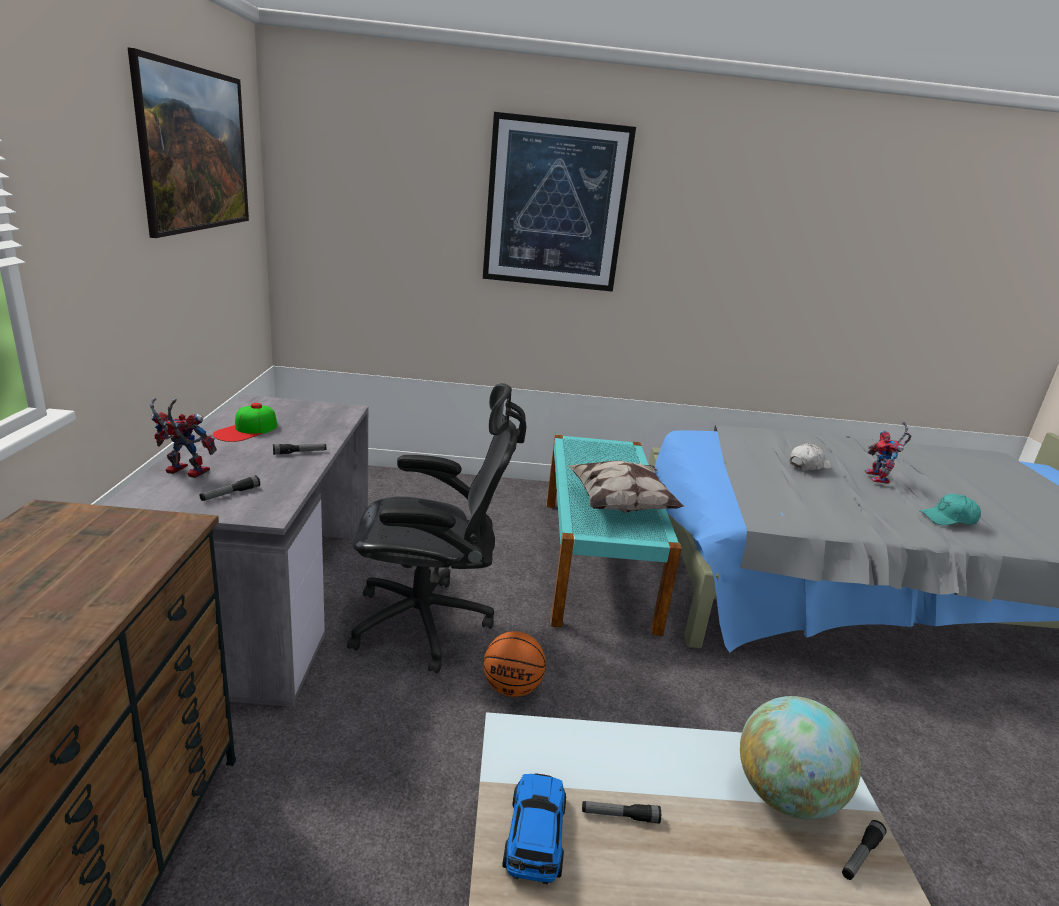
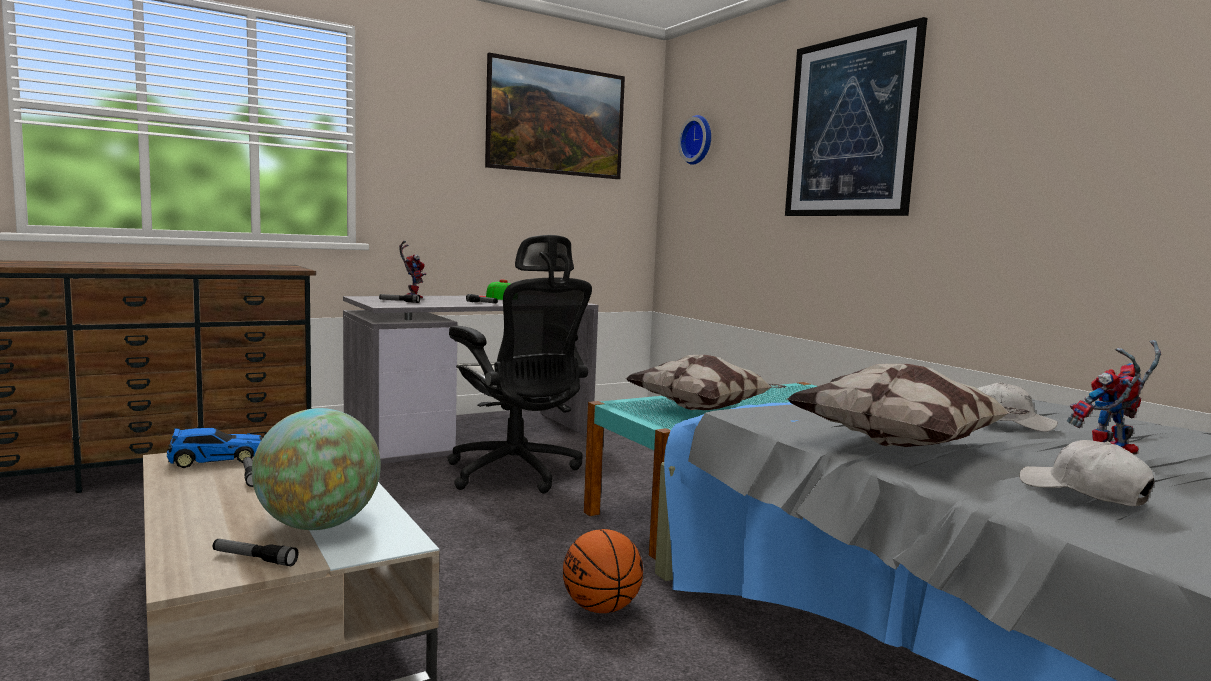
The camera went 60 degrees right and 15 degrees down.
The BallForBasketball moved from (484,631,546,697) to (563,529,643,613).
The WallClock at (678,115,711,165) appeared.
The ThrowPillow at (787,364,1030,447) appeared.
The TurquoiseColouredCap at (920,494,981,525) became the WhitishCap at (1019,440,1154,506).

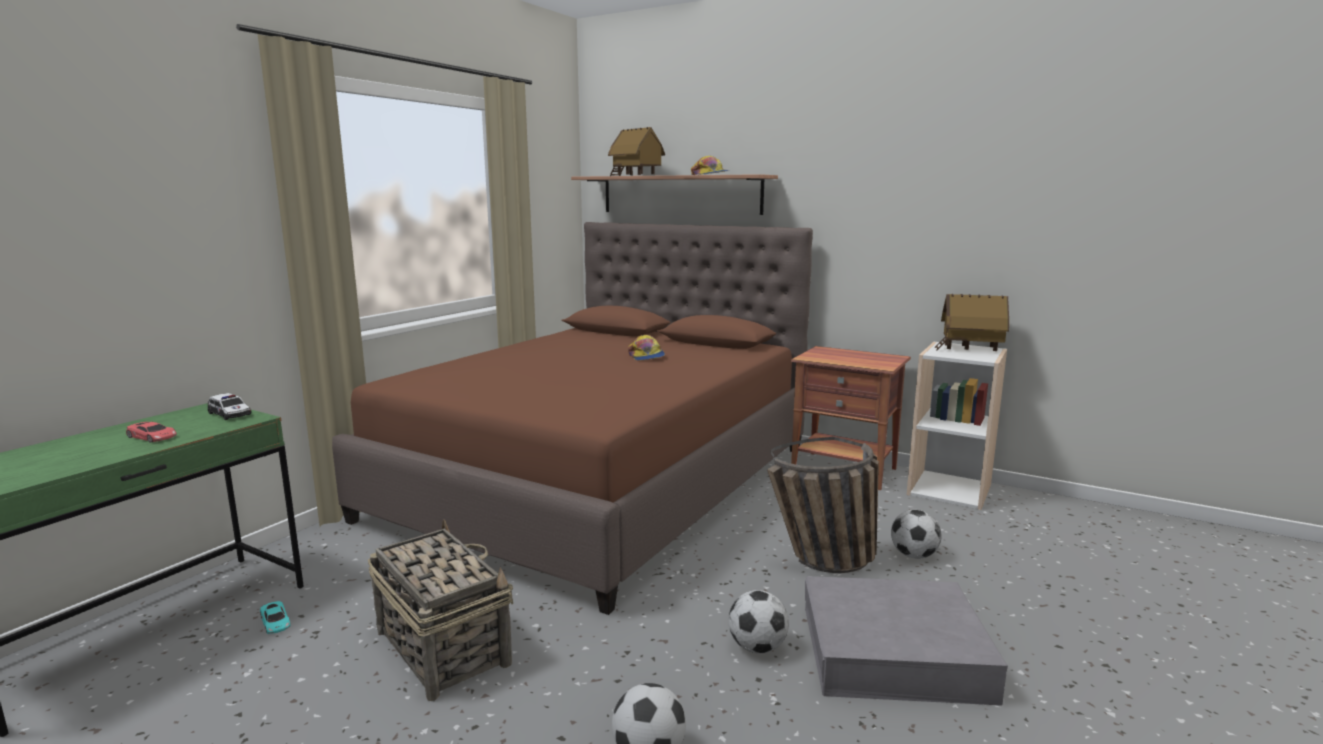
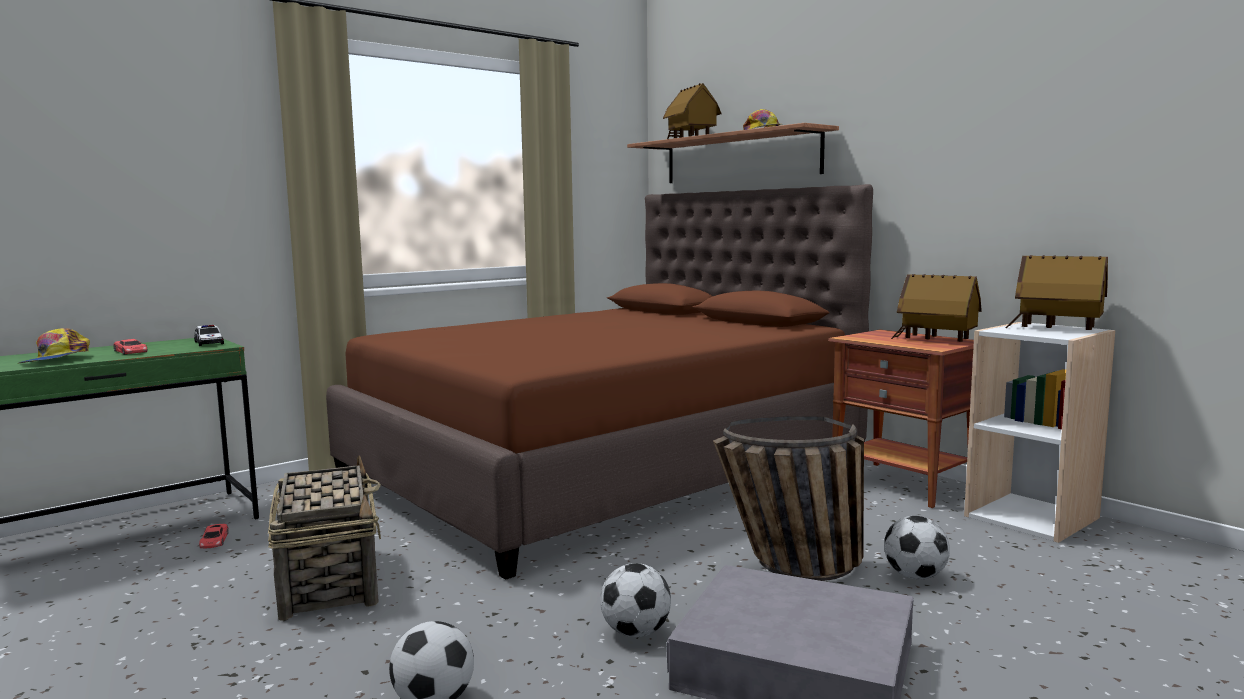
The camera went 20 degrees right and 5 degrees down.
The Cap moved from (628,335,665,361) to (19,328,90,363).
The TurquoiseColouredToyCar at (260,601,291,634) became the RedToyCar at (199,524,229,548).
The ModelHouse at (891,274,982,342) appeared.

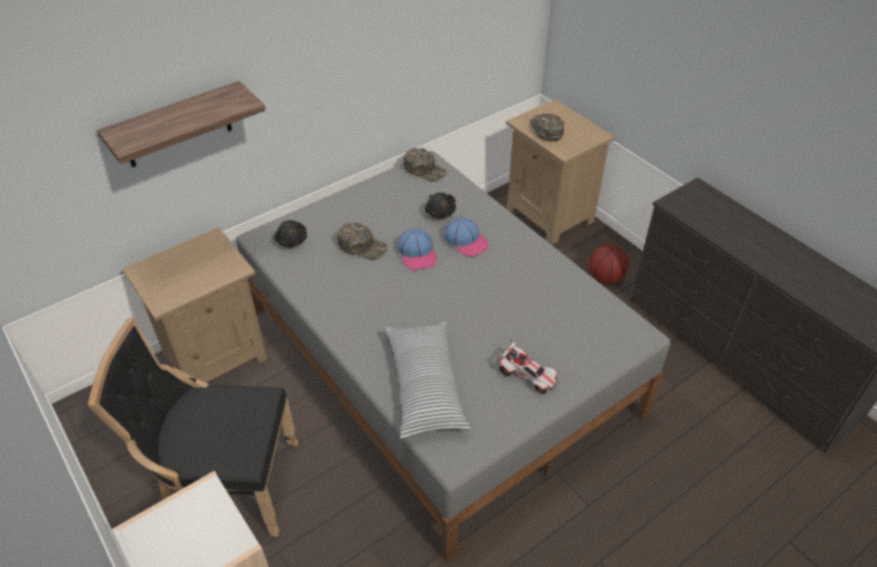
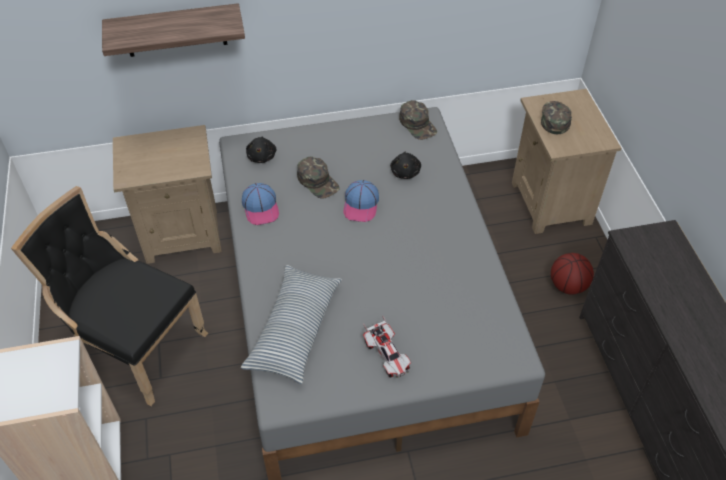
The camera went 25 degrees right and 5 degrees up.
The Cap moved from (444,217,489,257) to (242,183,279,225).

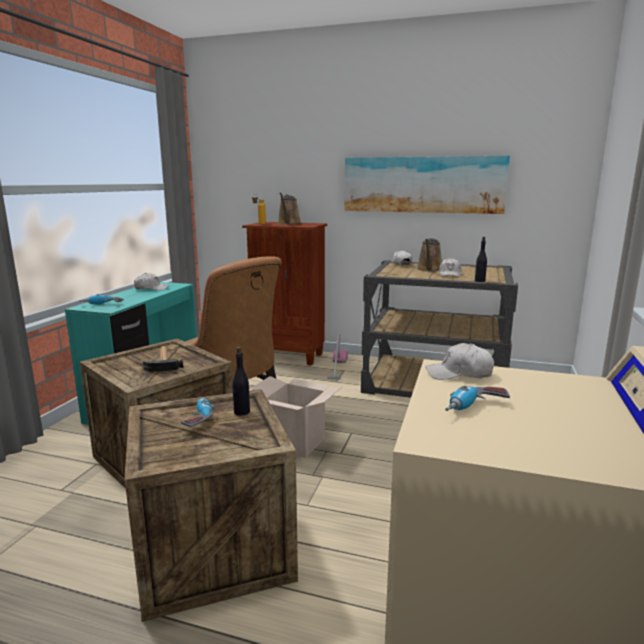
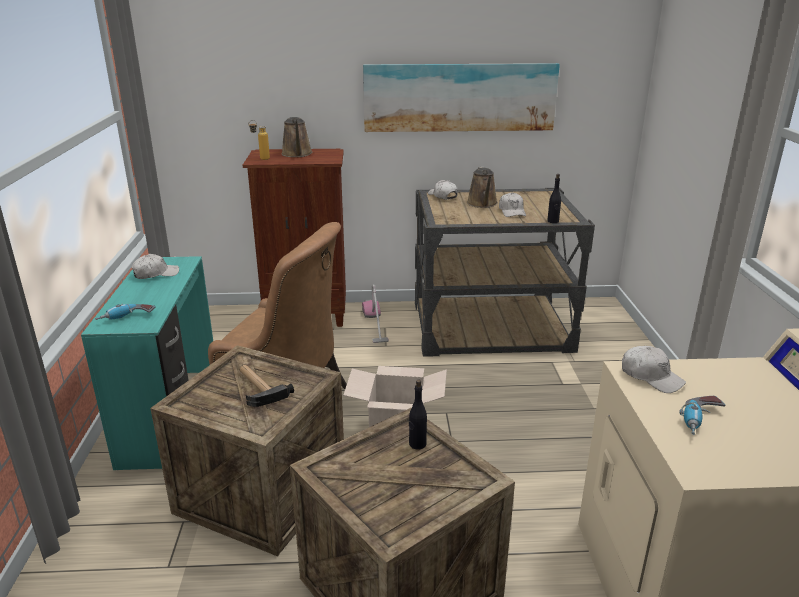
The camera went 20 degrees left and 10 degrees up.
The WhitishCap at (426,343,494,380) turned 120 degrees counterclockwise.
The ElectricDrill at (181,397,215,427) disappeared.

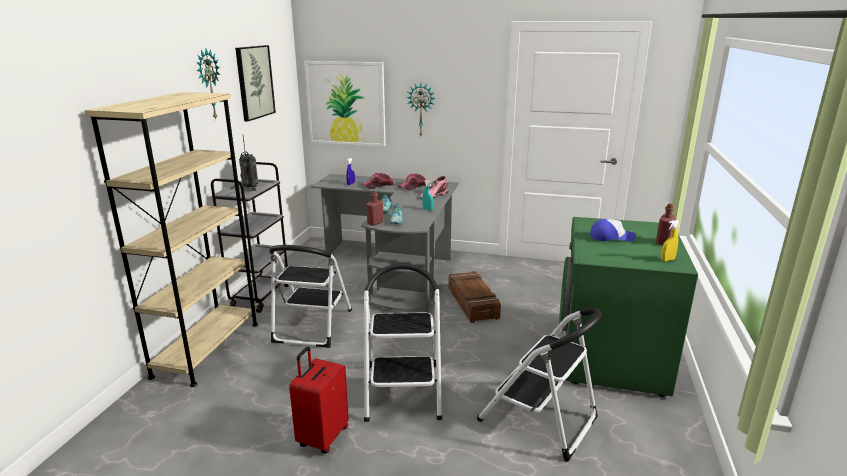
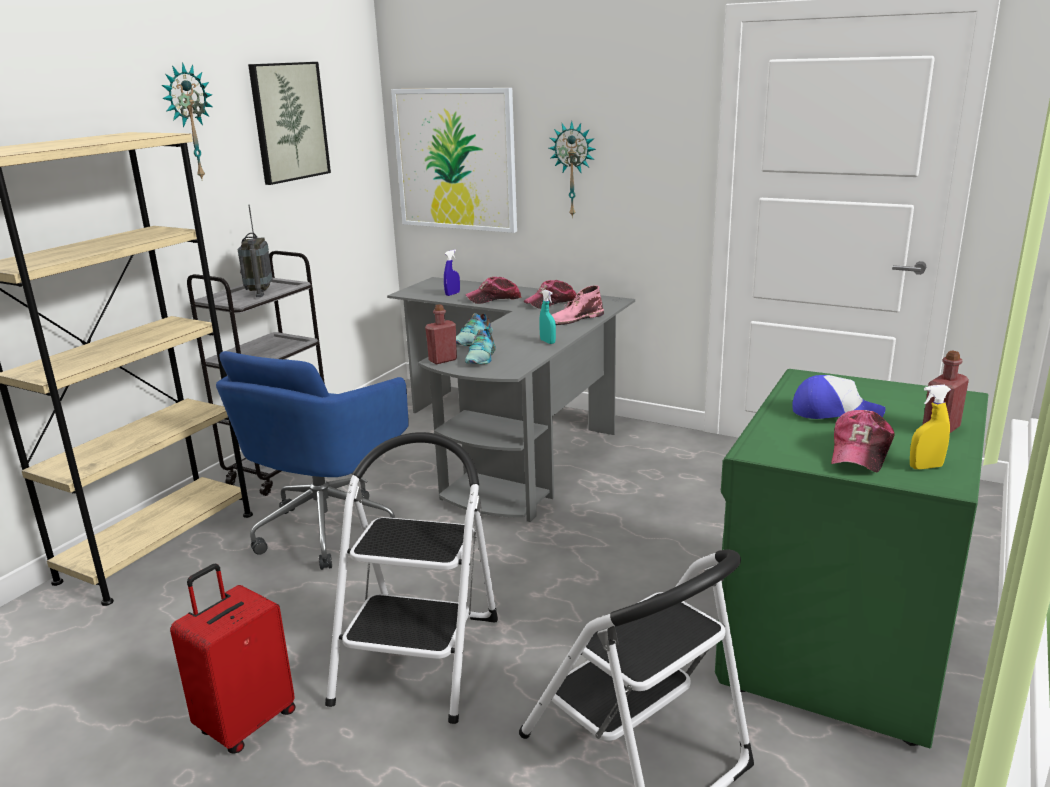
The camera went 15 degrees right and 0 degrees up.
The StepStool at (269,245,352,348) was replaced by the BlueColouredOfficeChair at (216,351,409,570).
The Cap at (831,410,894,472) appeared.
The ShippingCrate at (448,271,501,323) disappeared.

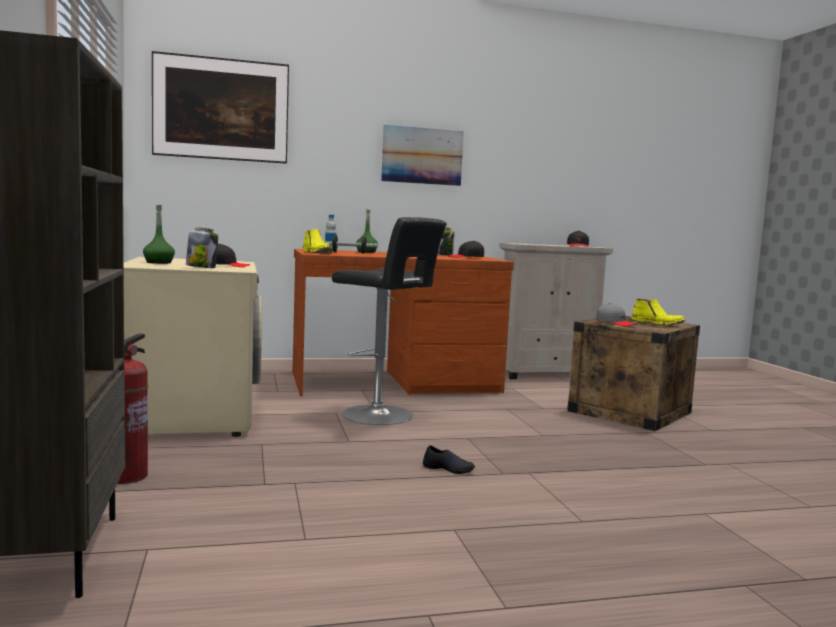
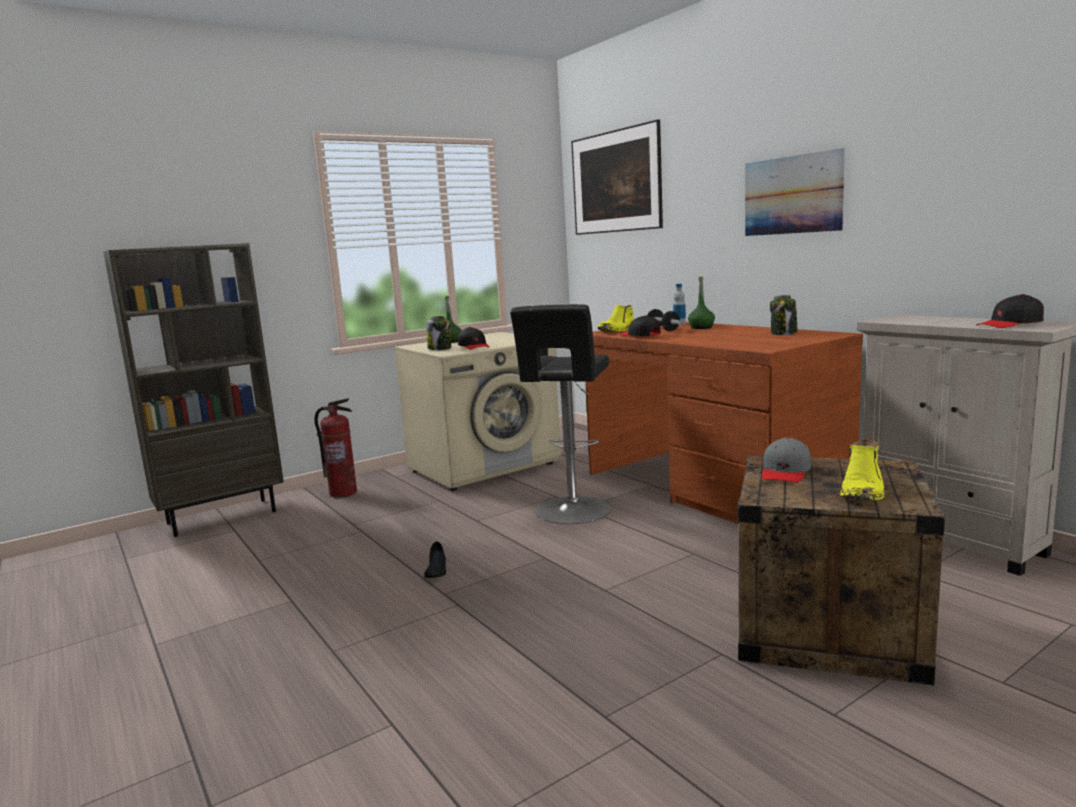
The camera went 70 degrees right and 5 degrees up.
The BlackCap moved from (448,241,484,258) to (620,315,661,336).

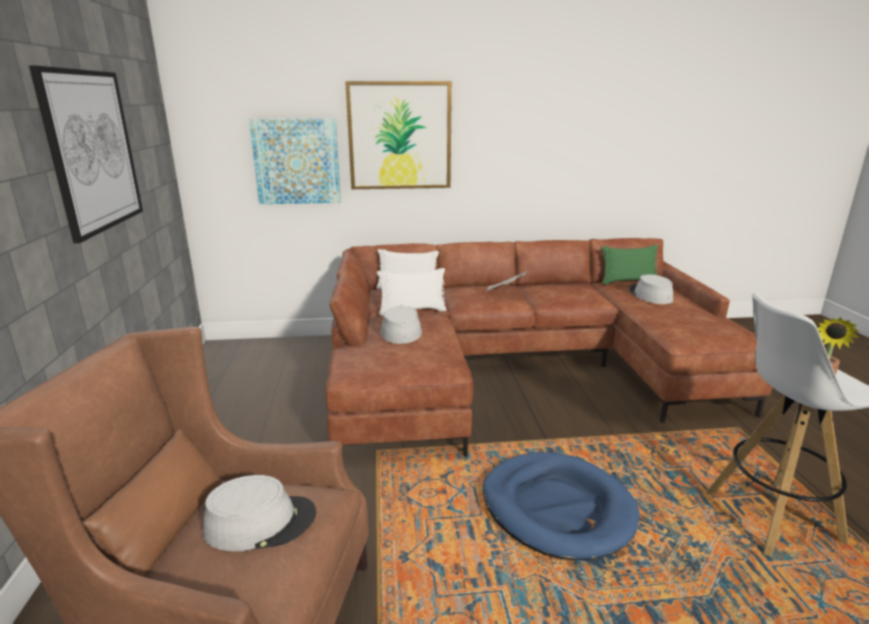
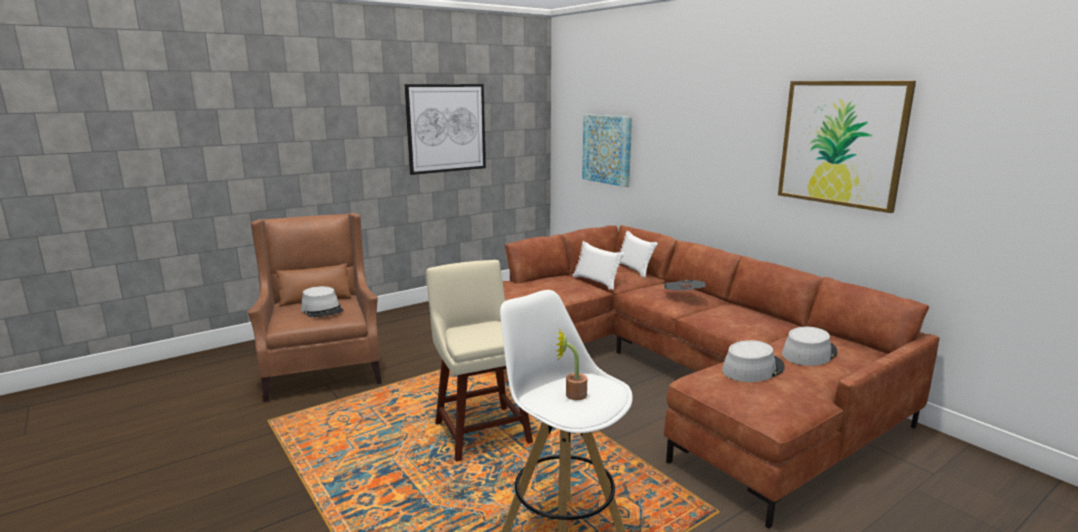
The camera went 60 degrees right and 5 degrees down.
The BlueColouredPetBed at (483,452,640,561) was replaced by the SandColouredStoolSeat at (426,260,533,462).
The GrayHat moved from (380,306,422,344) to (722,340,785,382).
The WallPicture moved from (345,81,452,189) to (778,81,916,213).
The GreenColouredThrowPillow at (601,245,658,285) disappeared.

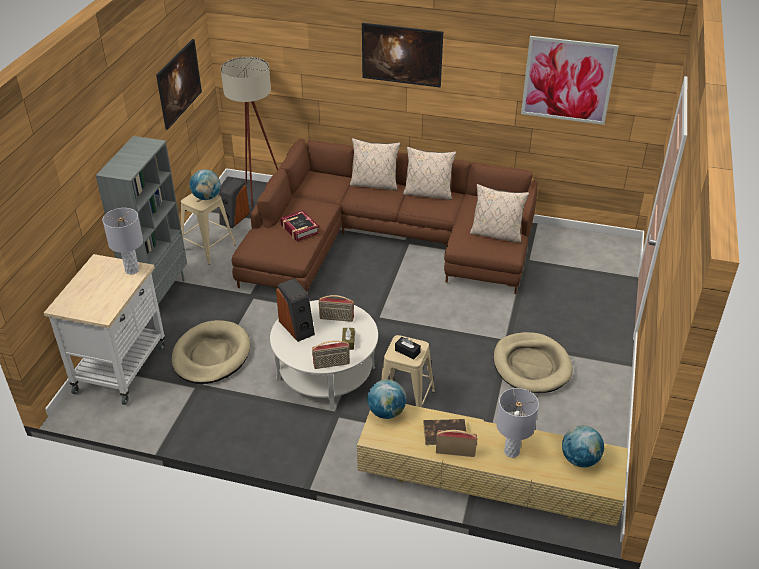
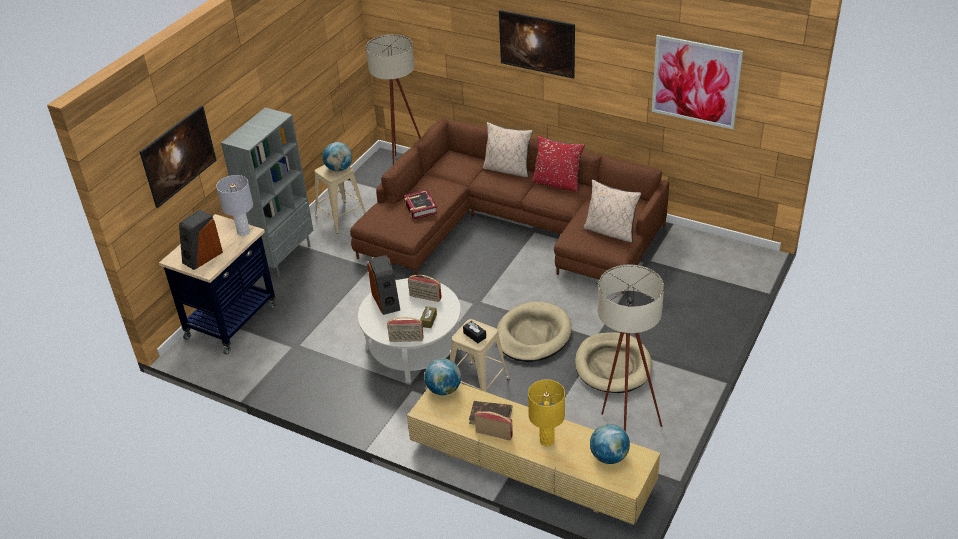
The camera went 15 degrees right and 0 degrees up.
The WallPicture moved from (156,39,202,130) to (140,105,217,208).
The WhitishTrolley at (44,254,165,405) became the BlueColouredTrolley at (159,214,276,355).
The AudioSpeaker moved from (219,179,250,228) to (179,209,223,270).
The SandColouredPetBed moved from (172,320,250,384) to (496,302,572,362).
The GrayTableLamp at (496,388,539,458) became the YellowColouredTableLamp at (528,380,565,446).
The SandColouredThrowPillow at (403,147,456,200) became the RedThrowPillow at (532,135,585,192).
The SandColouredFloorLamp at (597,264,664,432) appeared.

